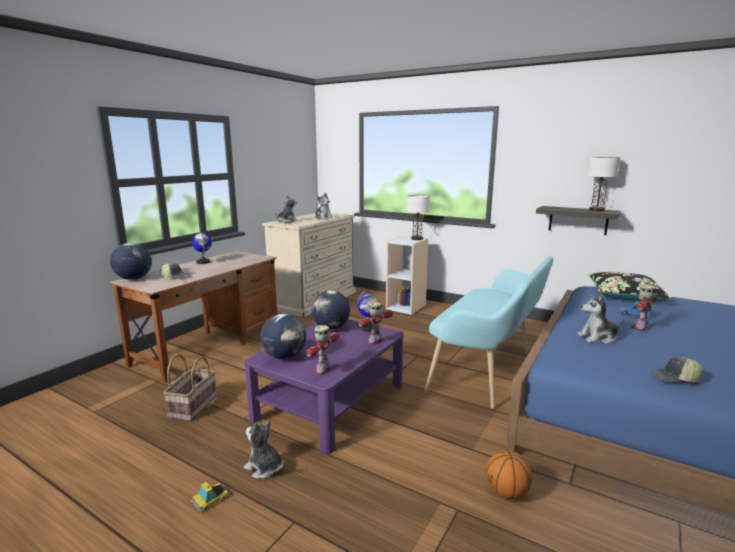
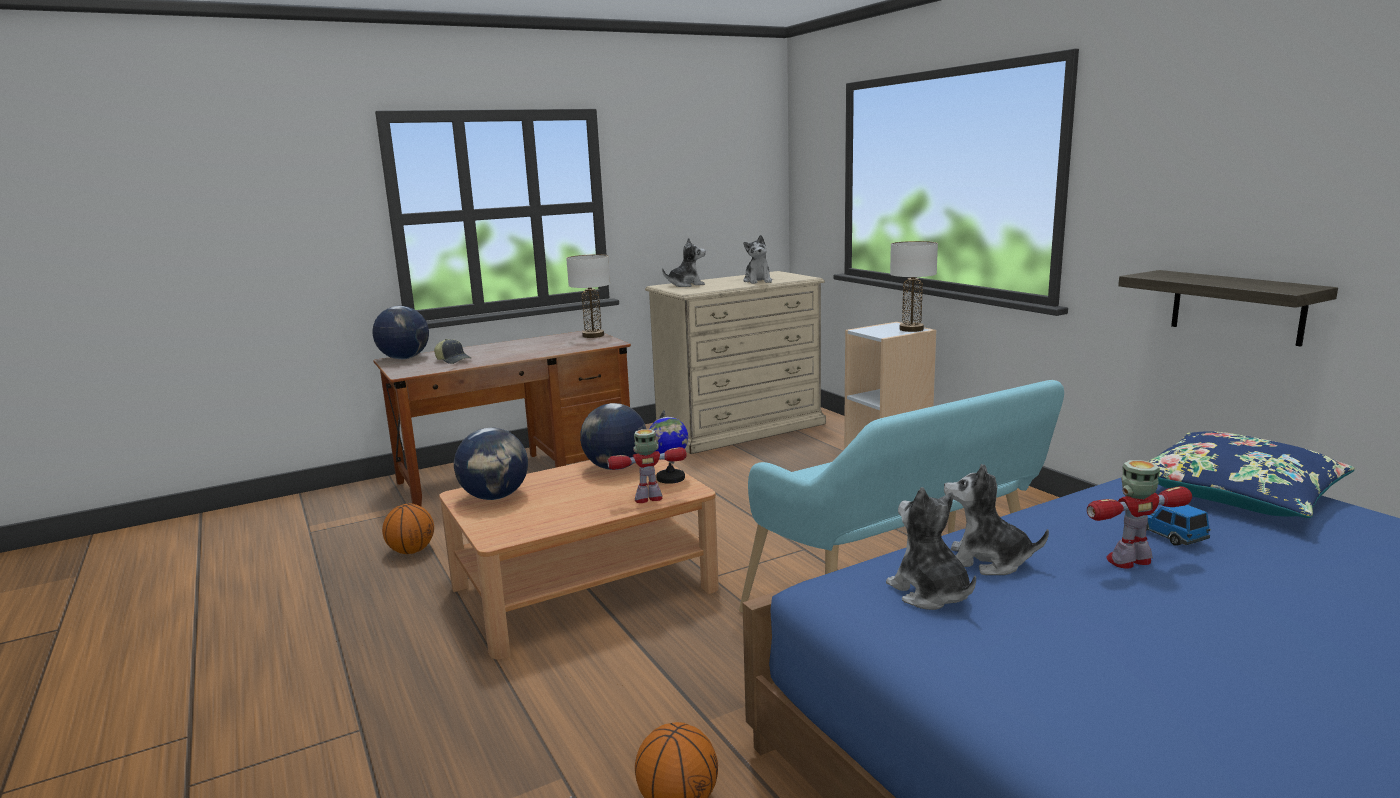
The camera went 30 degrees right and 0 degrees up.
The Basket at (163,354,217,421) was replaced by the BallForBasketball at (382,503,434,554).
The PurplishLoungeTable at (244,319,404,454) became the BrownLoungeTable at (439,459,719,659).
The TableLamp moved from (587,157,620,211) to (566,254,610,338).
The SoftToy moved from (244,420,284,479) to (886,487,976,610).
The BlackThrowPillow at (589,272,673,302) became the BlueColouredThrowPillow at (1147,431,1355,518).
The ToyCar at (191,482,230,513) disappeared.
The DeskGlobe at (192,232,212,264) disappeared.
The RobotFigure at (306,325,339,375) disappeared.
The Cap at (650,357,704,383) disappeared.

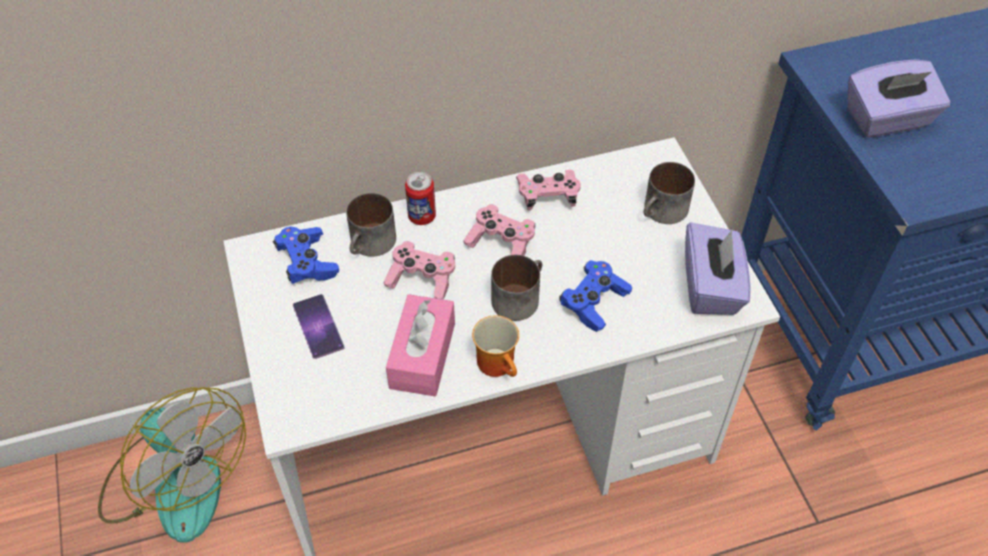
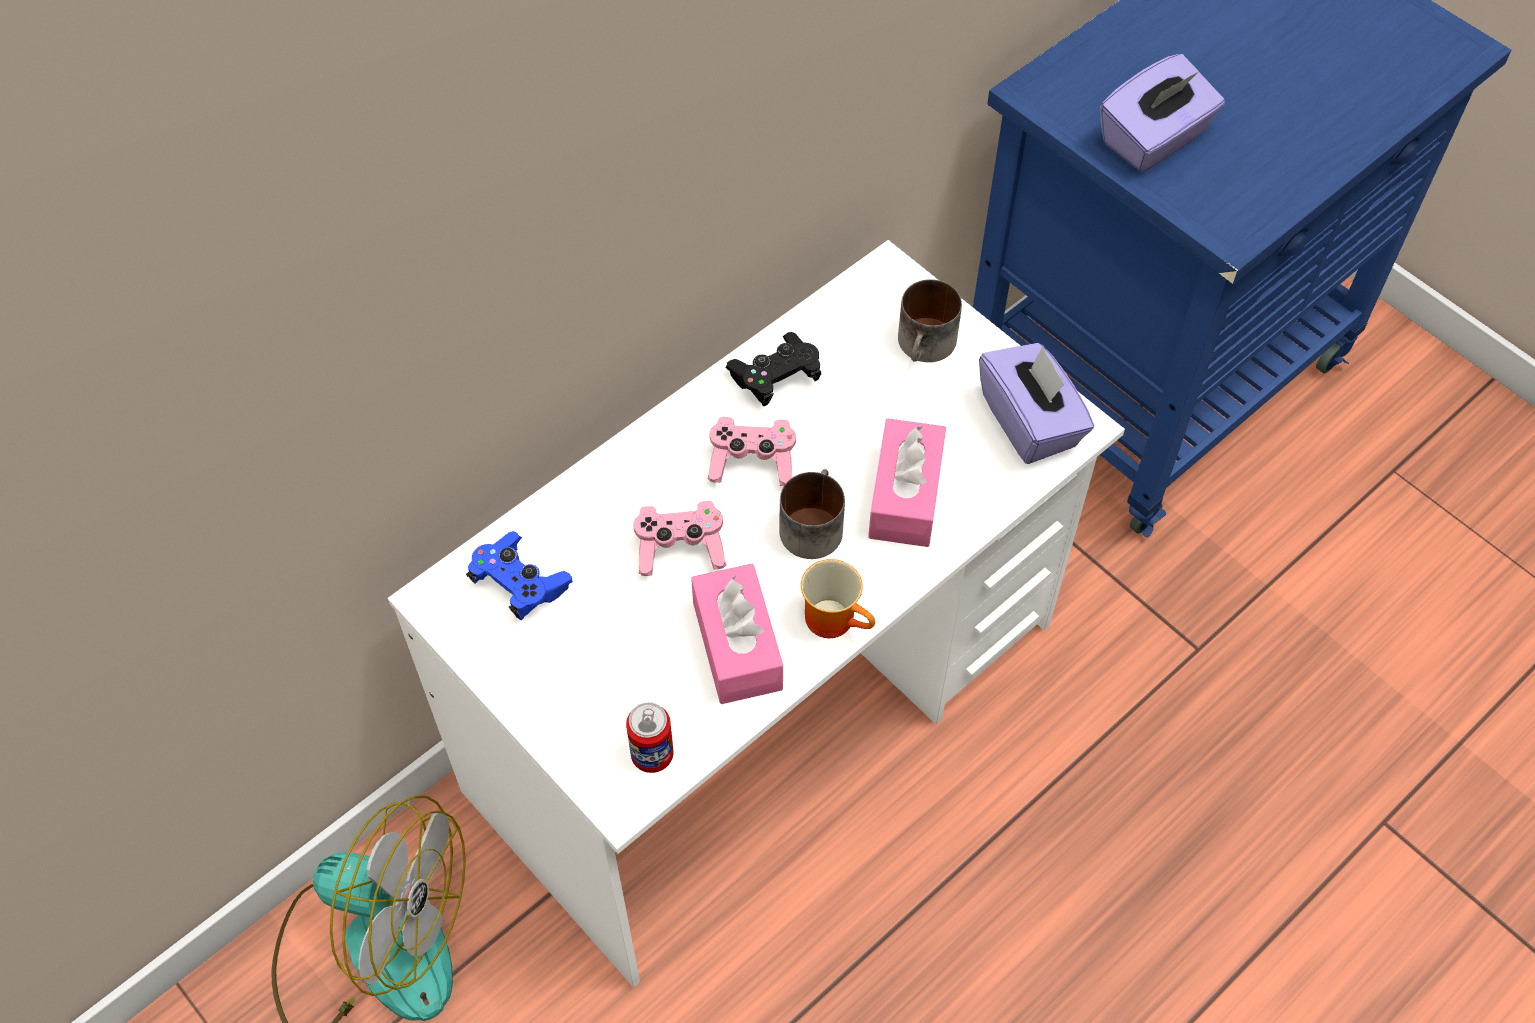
The camera went 25 degrees left and 5 degrees up.
The SealedCan moved from (405,172,436,225) to (626,702,674,773).
The PinkGameController at (516,170,581,210) became the BlackGameController at (726,332,821,406).
The BlueColouredGameController at (560,260,632,332) was replaced by the PinkBoxOfTissues at (868,418,946,547).
The Phone at (293,294,344,359) disappeared.
The CoffeeMug at (346,193,396,257) disappeared.

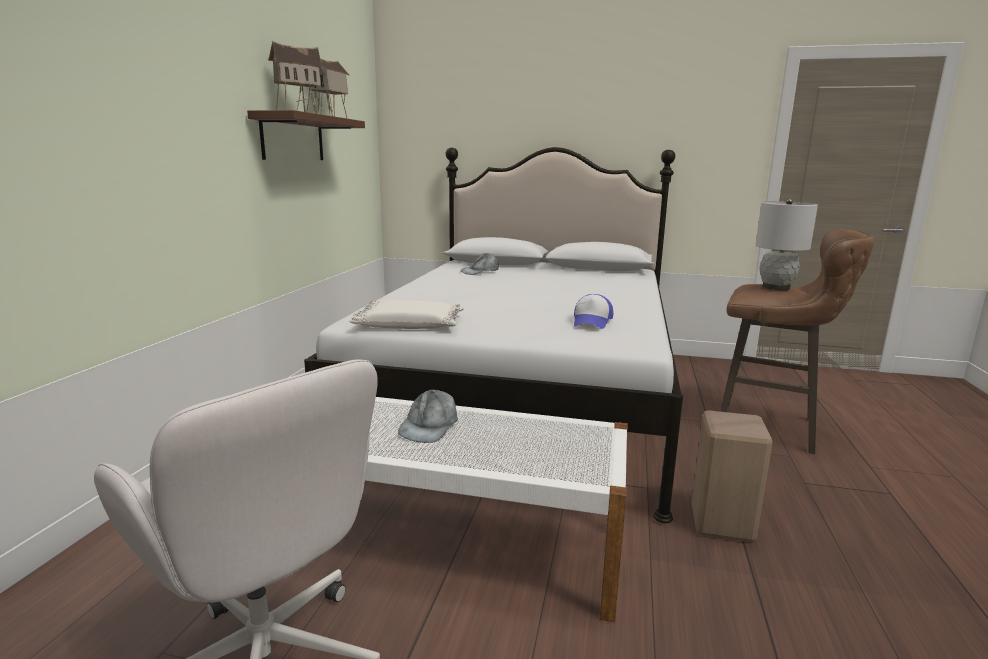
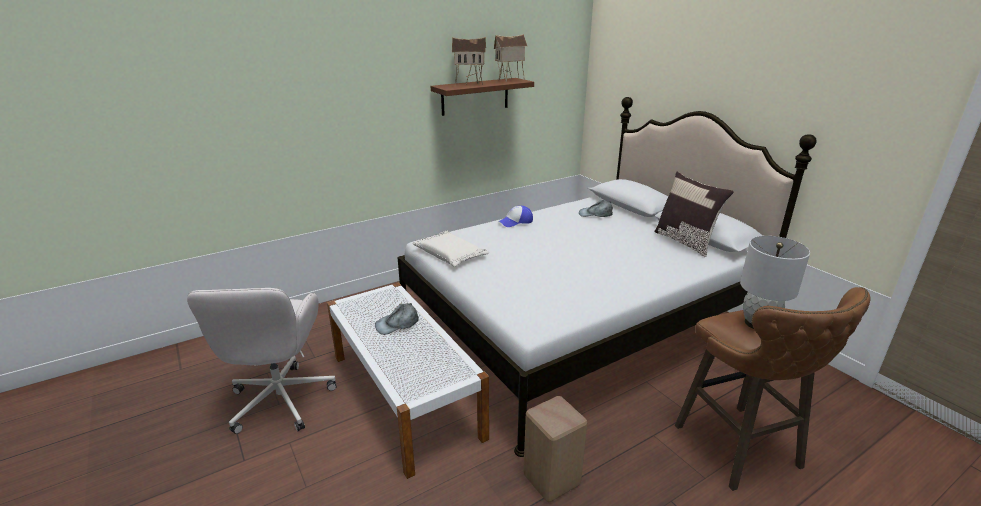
The camera went 45 degrees right and 10 degrees up.
The Cap moved from (574,294,613,329) to (498,206,533,227).
The ThrowPillow at (655,172,734,257) appeared.

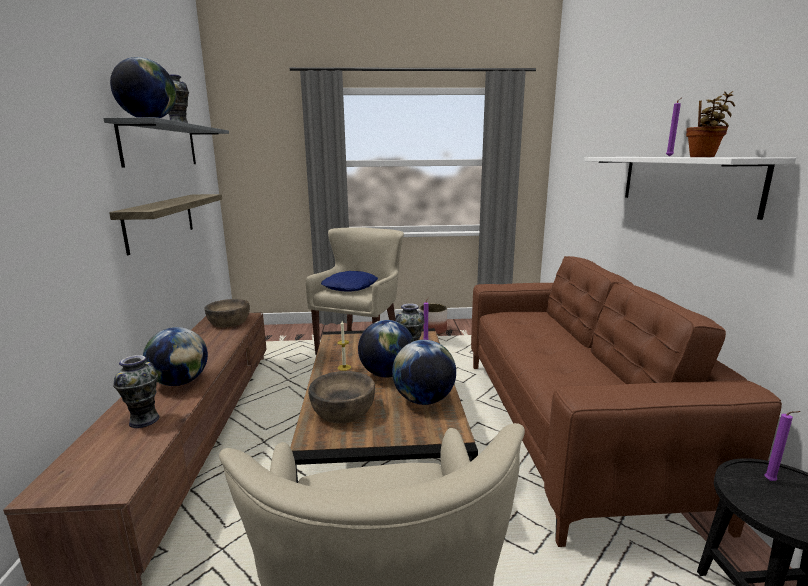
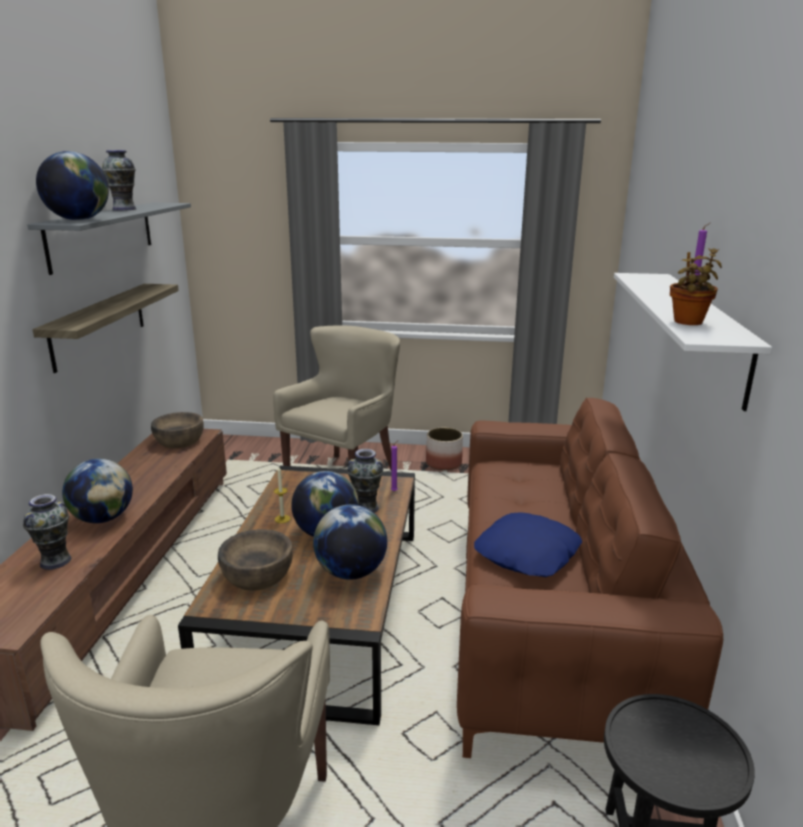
The camera went 10 degrees right and 5 degrees up.
The BlueColouredThrowPillow moved from (321,271,378,292) to (474,512,582,577).
The PurplishCandle at (765,411,801,481) disappeared.

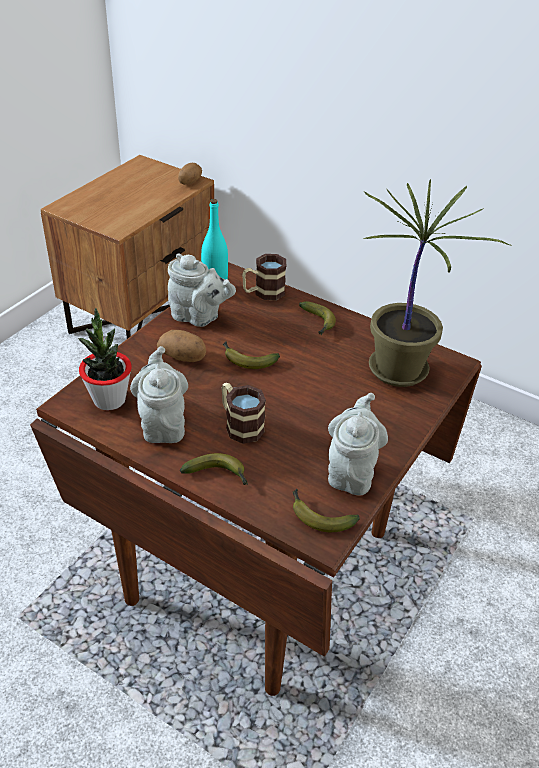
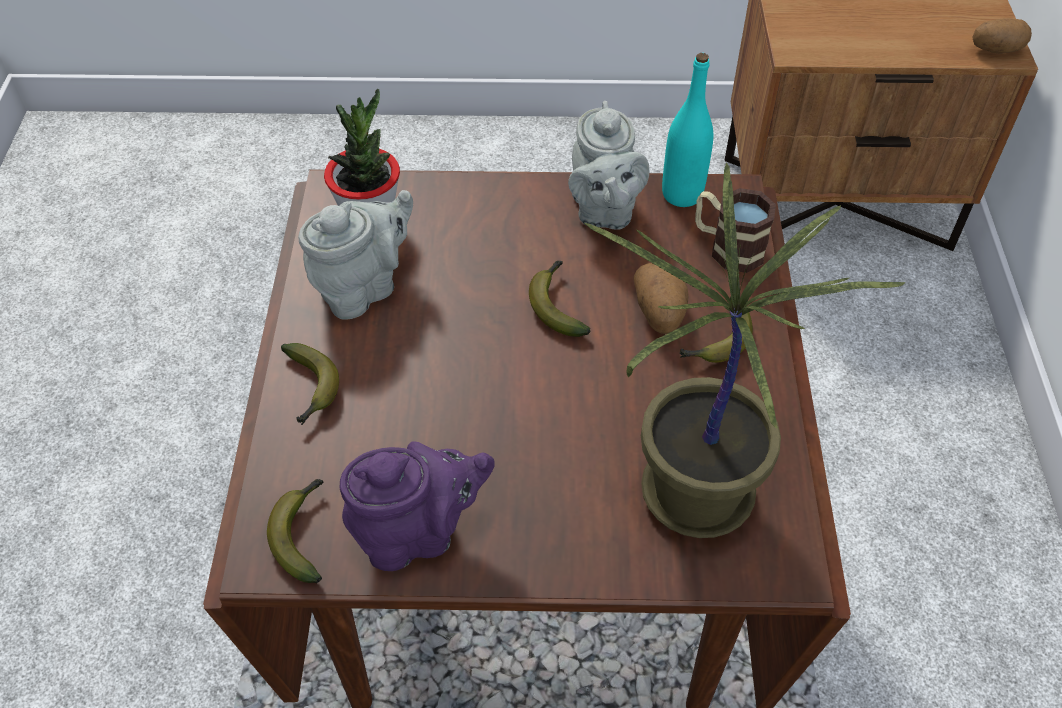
The camera went 60 degrees right and 10 degrees up.
The GrayPotForTea at (328,393,388,496) became the PurplishPotForTea at (340,441,495,571).
The Spud moved from (157,330,206,362) to (634,263,689,334).
The CoffeeMug at (222,383,266,444) disappeared.

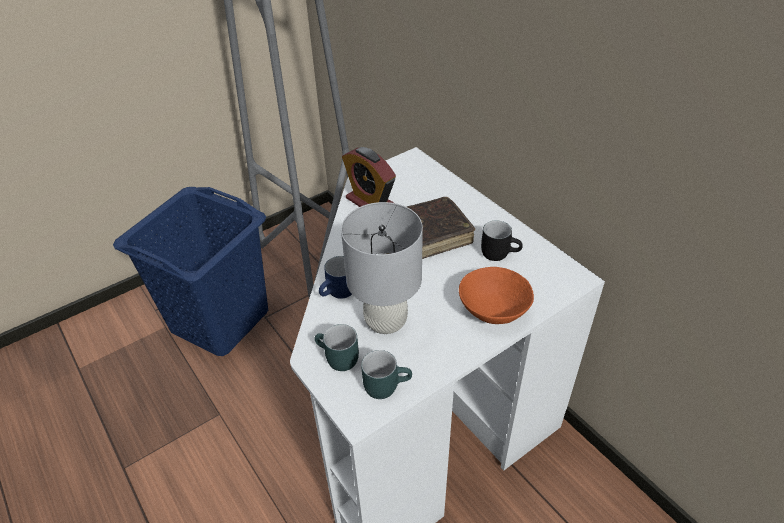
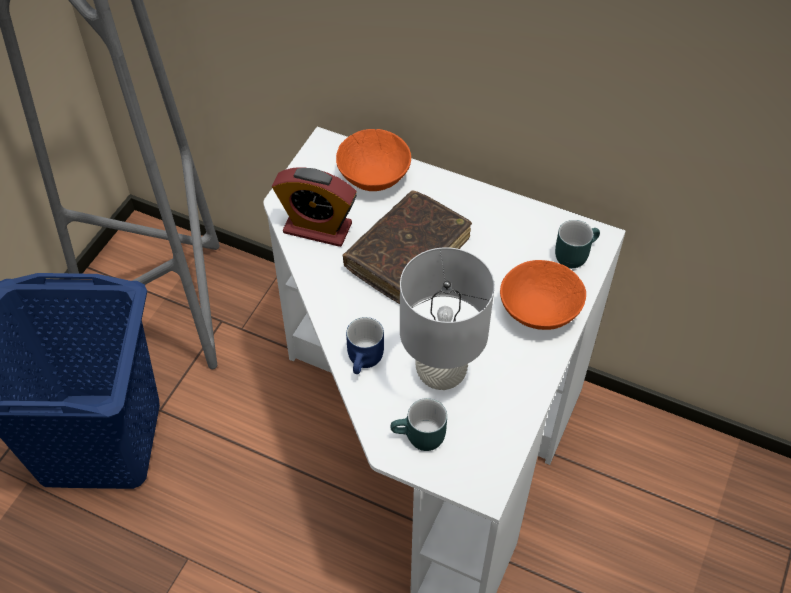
The camera went 30 degrees left and 10 degrees up.
The OrangeyBowl at (336,129,411,191) appeared.
The TurquoiseColouredCoffeeMug moved from (361,350,412,399) to (555,220,600,268).
The BlackCoffeeMug at (481,220,523,261) disappeared.

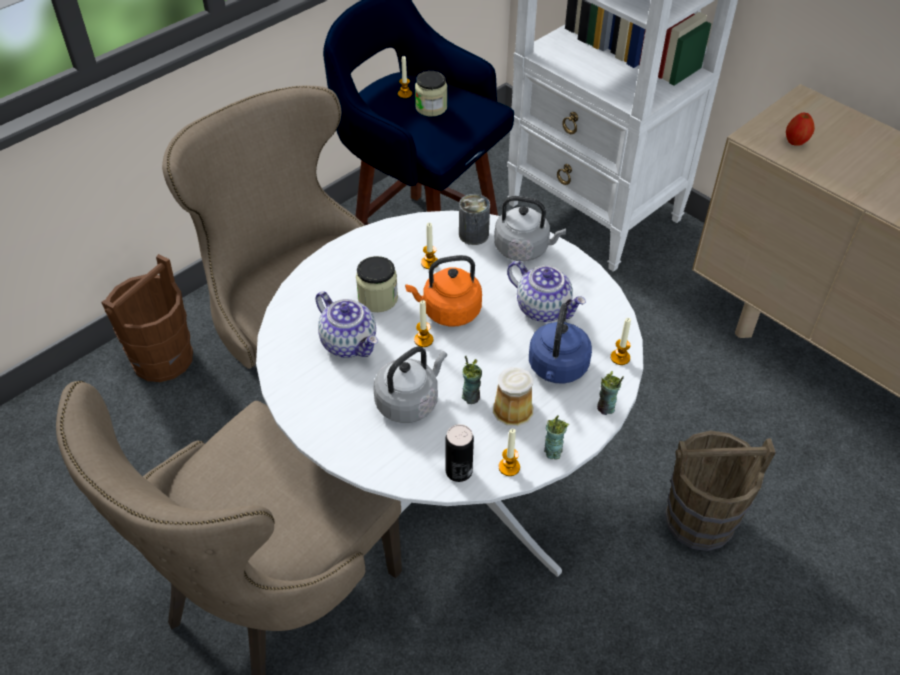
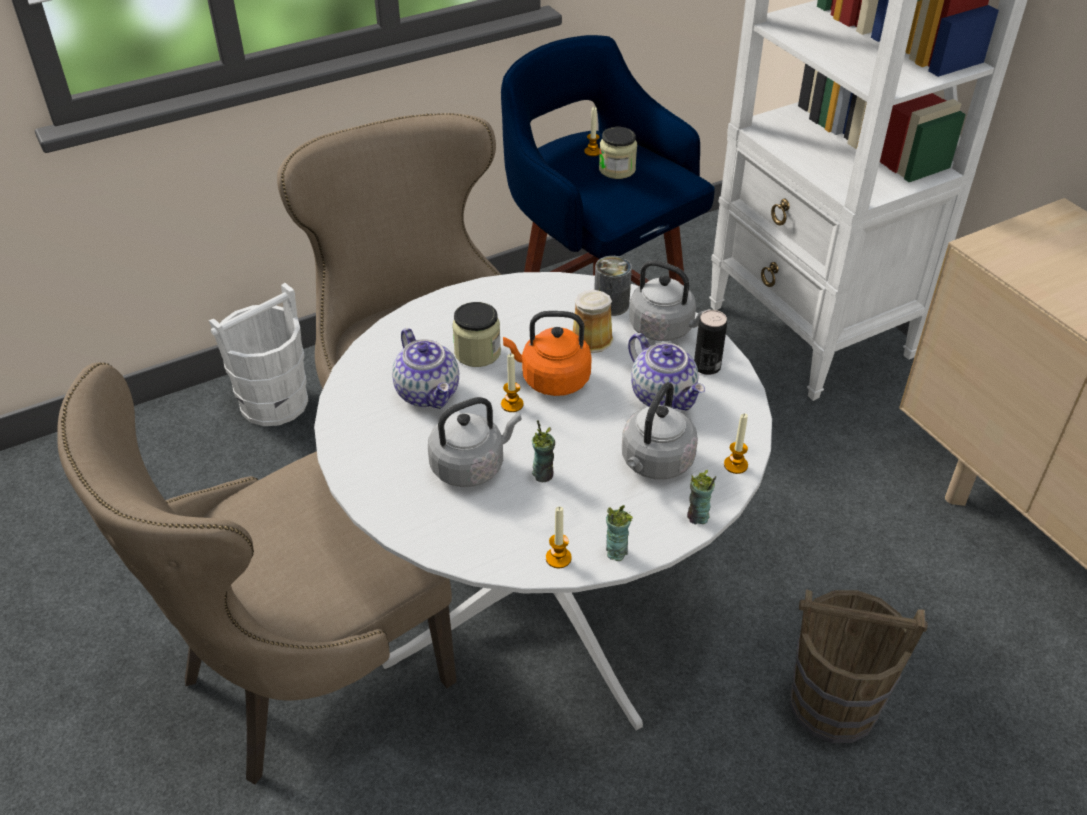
The camera went 15 degrees right and 5 degrees down.
The BrownWaterBucket at (101,254,193,382) became the WhitishWaterBucket at (209,283,308,426).
The CoffeeMug moved from (493,367,533,426) to (573,290,614,353).
The BlueColouredWaterKettle at (529,303,592,384) became the GrayWaterKettle at (622,382,698,479).
The SealedCan moved from (446,424,474,482) to (694,310,727,375).
The Candle at (421,223,438,269) disappeared.
The AppleFruit at (786,113,815,146) disappeared.

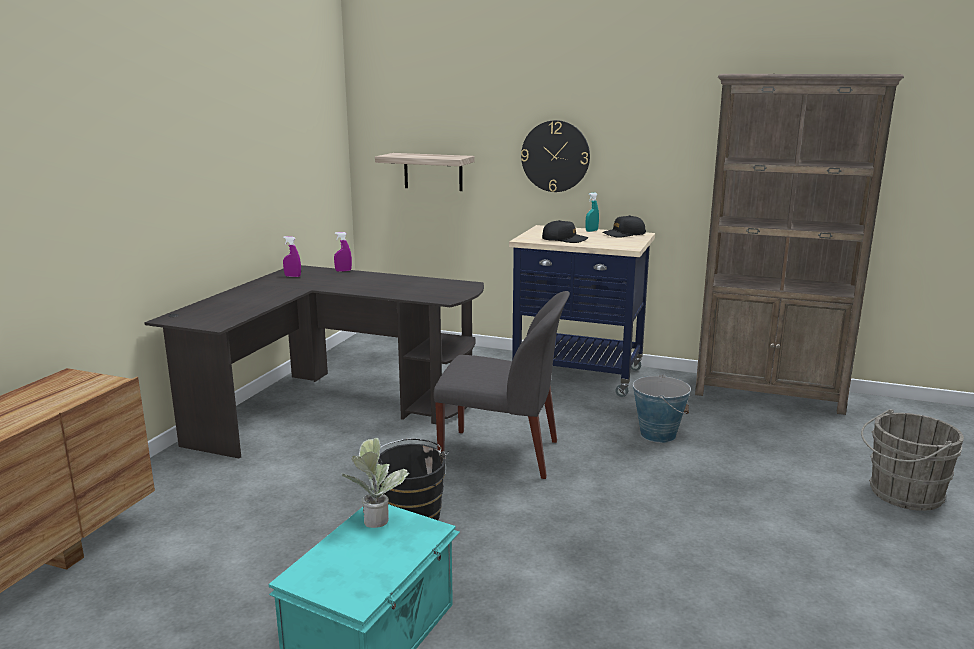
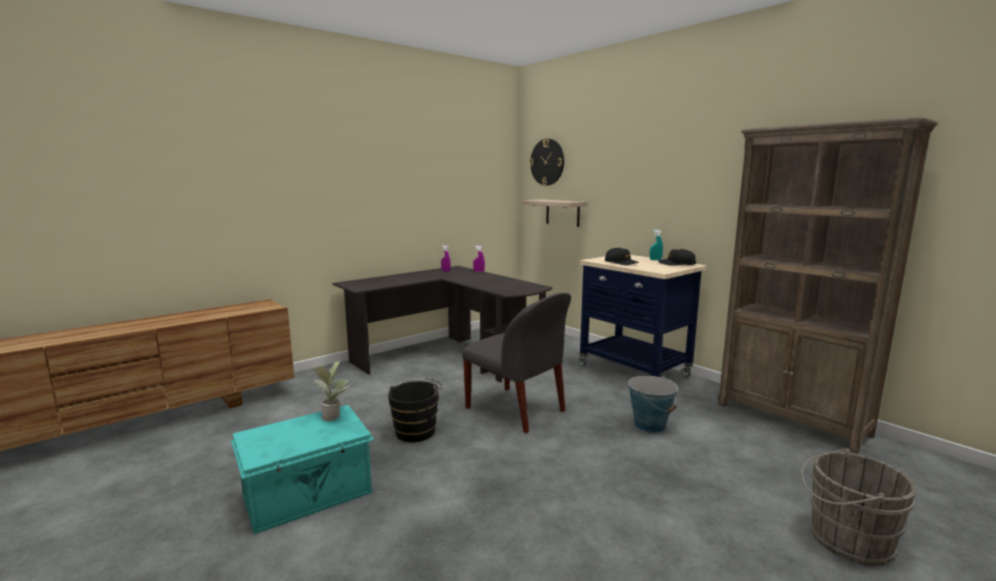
The camera went 30 degrees right and 5 degrees down.
The WallClock moved from (521,120,590,192) to (529,139,564,186).

